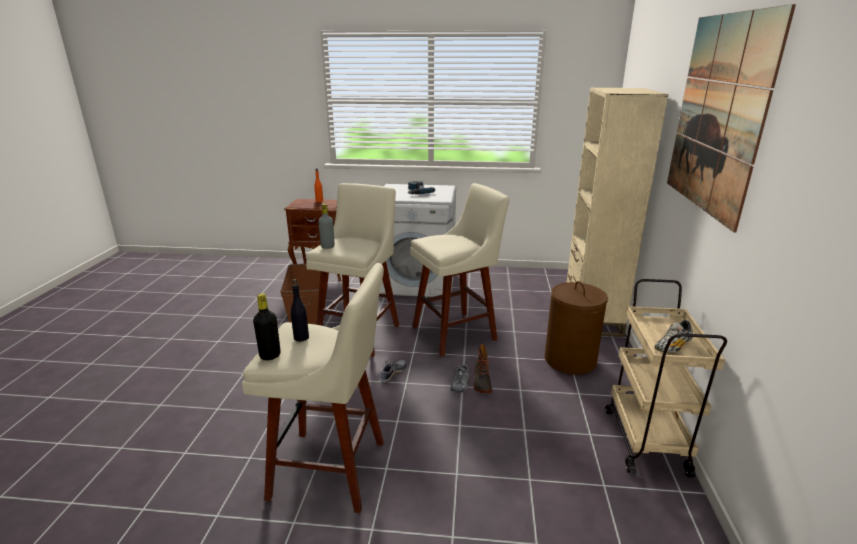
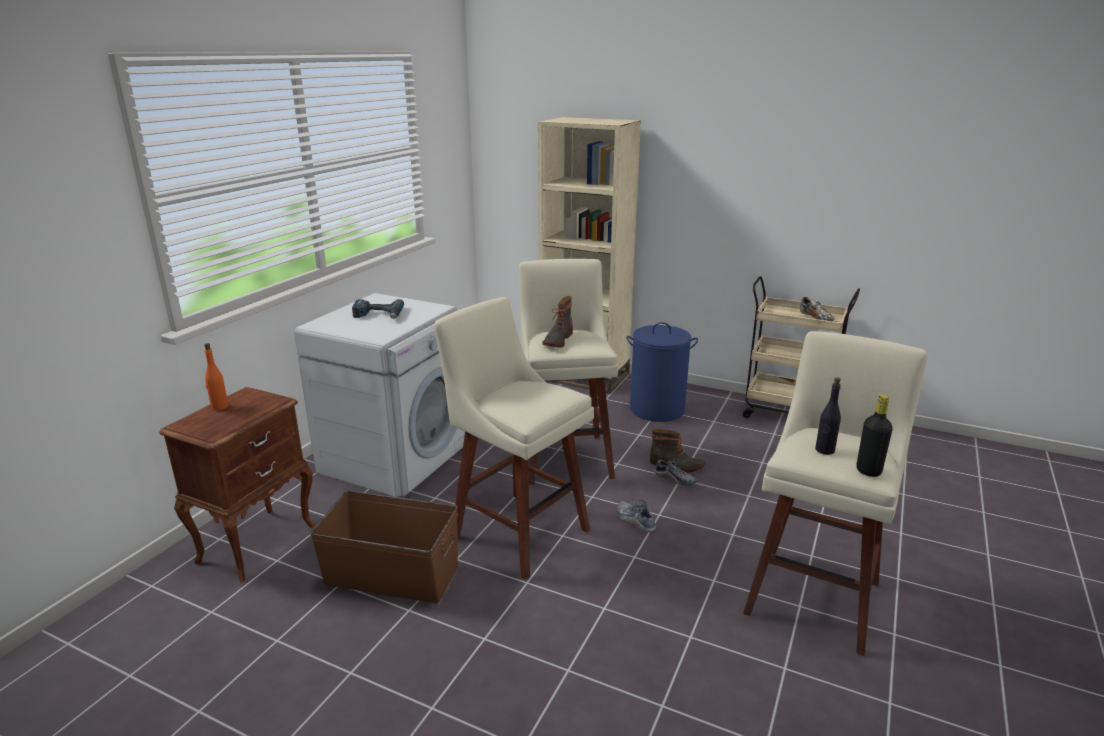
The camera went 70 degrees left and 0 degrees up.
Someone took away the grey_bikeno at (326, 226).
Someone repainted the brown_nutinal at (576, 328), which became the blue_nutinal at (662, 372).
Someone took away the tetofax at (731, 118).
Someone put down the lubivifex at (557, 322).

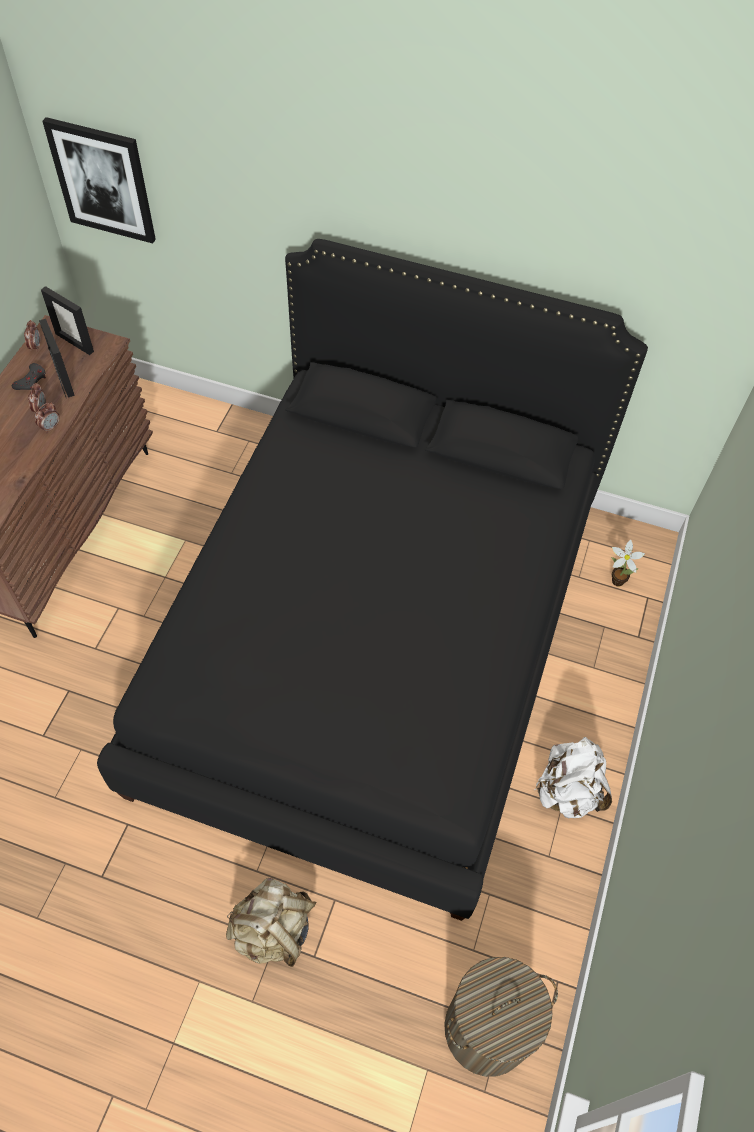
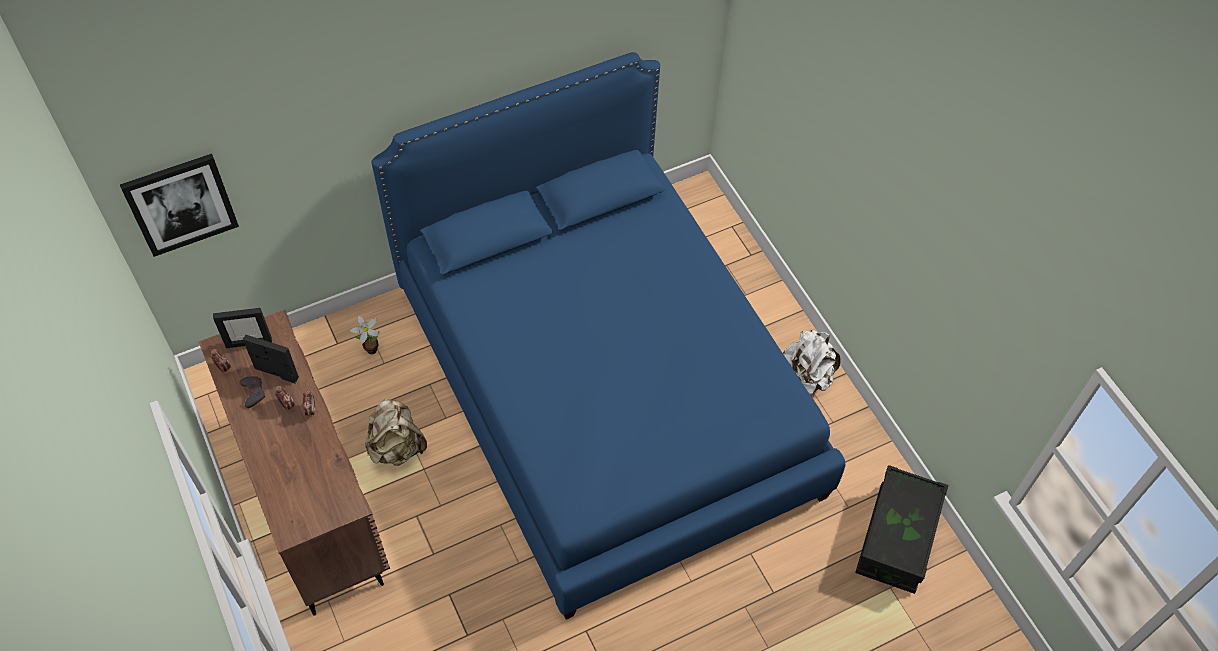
The camera went 45 degrees left and 0 degrees up.
Someone repainted the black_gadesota at (372, 580), which became the blue_gadesota at (608, 336).
Someone carried the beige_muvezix from (271, 922) to (396, 432).
Someone swapped the nutinal at (501, 1017) for the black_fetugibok at (902, 529).
Someone carried the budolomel from (628, 563) to (365, 335).

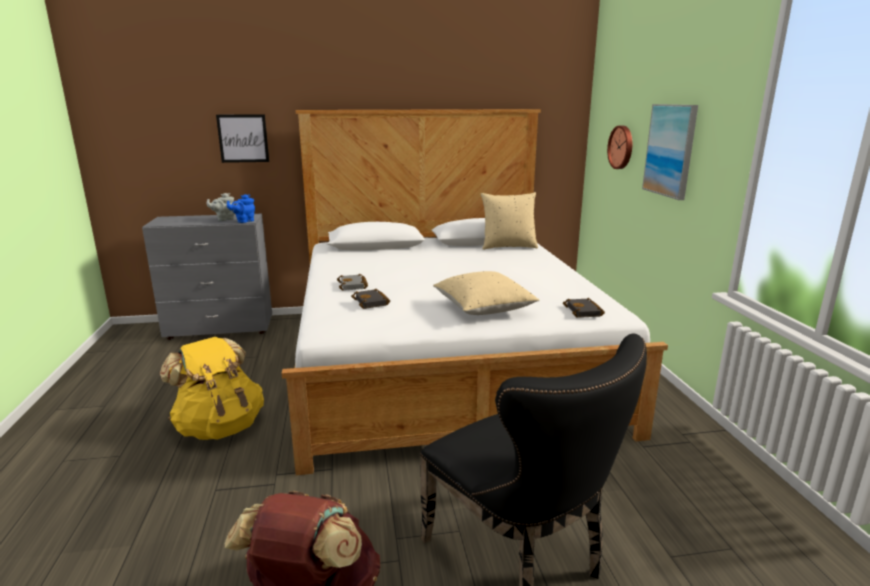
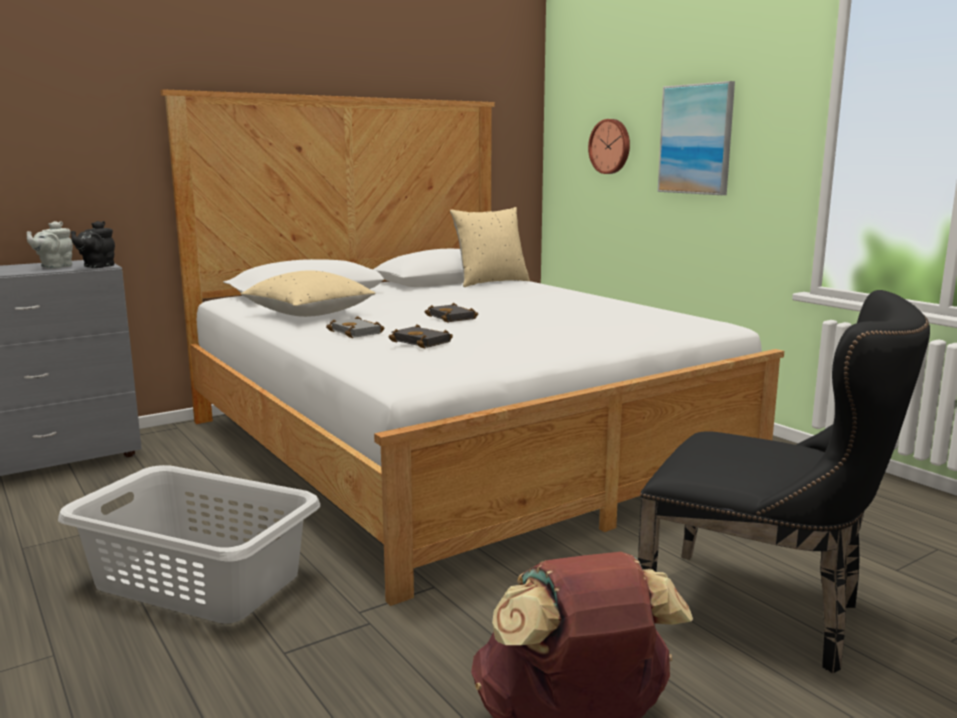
The camera went 25 degrees left and 5 degrees down.
Someone swapped the yellow_muvezix at (212, 388) for the grey_nutinal at (189, 544).
Someone took away the tetofax at (242, 138).
Someone repainted the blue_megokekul at (241, 208), which became the black_megokekul at (93, 244).
Someone carried the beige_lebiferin from (486, 293) to (308, 293).
Someone carried the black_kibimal from (584, 308) to (451, 313).

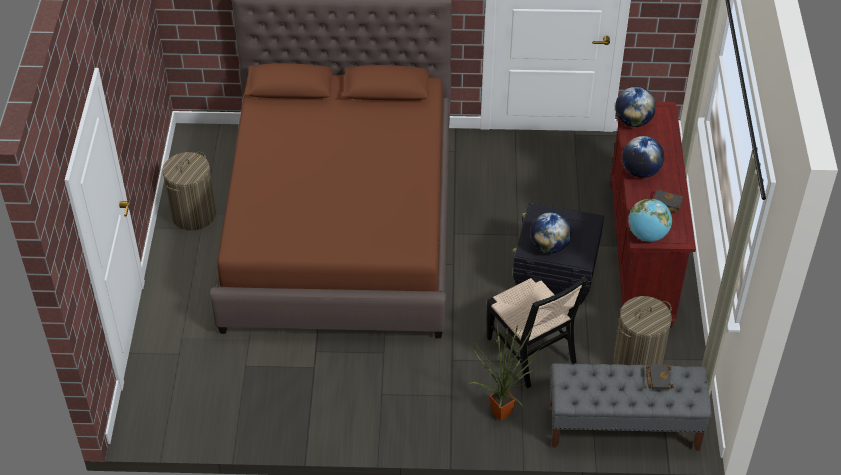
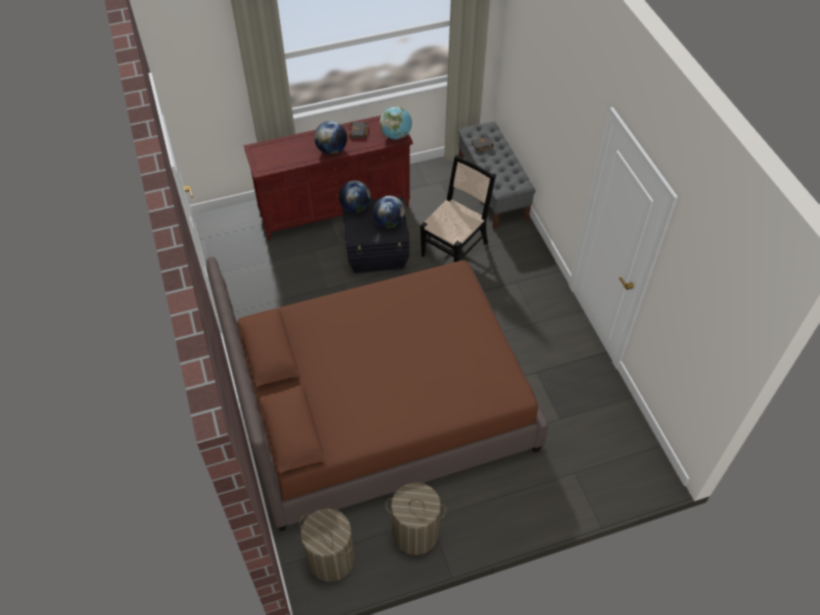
The camera went 110 degrees left and 5 degrees up.
Someone took away the budolomel at (504, 371).
Someone carried the nutinal from (642, 331) to (326, 545).
Someone carried the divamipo from (635, 107) to (355, 197).

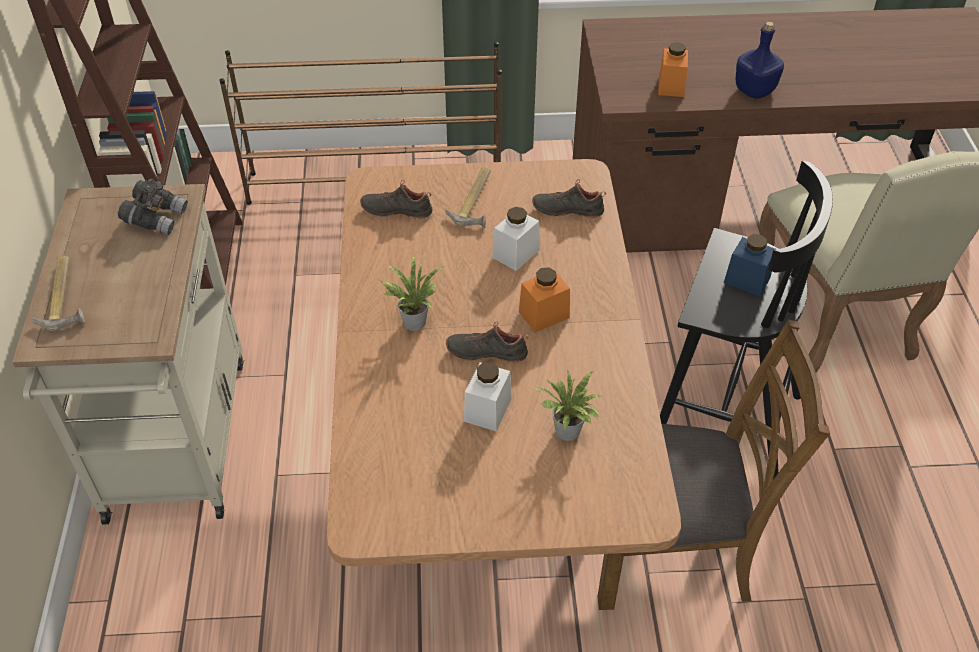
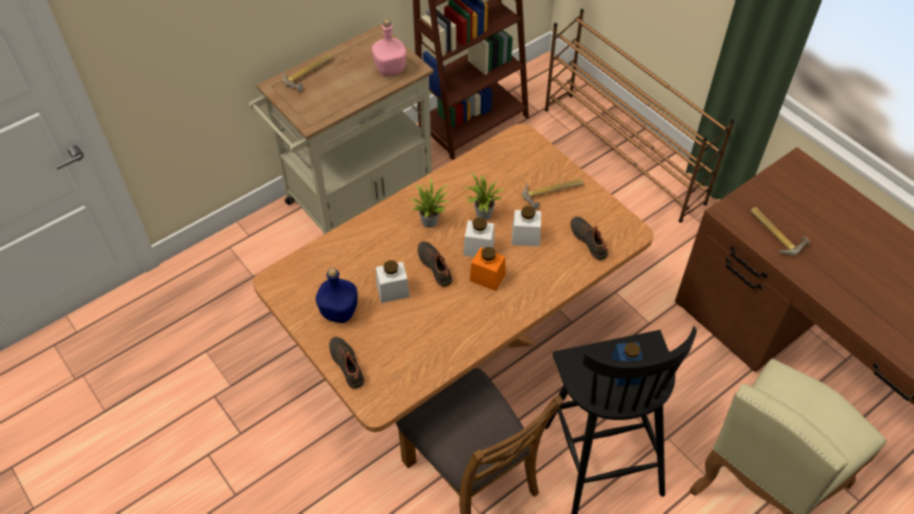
The camera went 55 degrees right and 5 degrees up.
Someone swapped the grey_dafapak at (153, 207) for the pink_bikeno at (389, 48).
Someone carried the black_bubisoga from (396, 199) to (346, 363).
Someone carried the budolomel from (566, 405) to (485, 195).
Someone swapped the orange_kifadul at (673, 69) for the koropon at (780, 231).
Someone carried the blue_bikeno from (760, 60) to (337, 295).
Someone put down the white_kifadul at (478, 237).

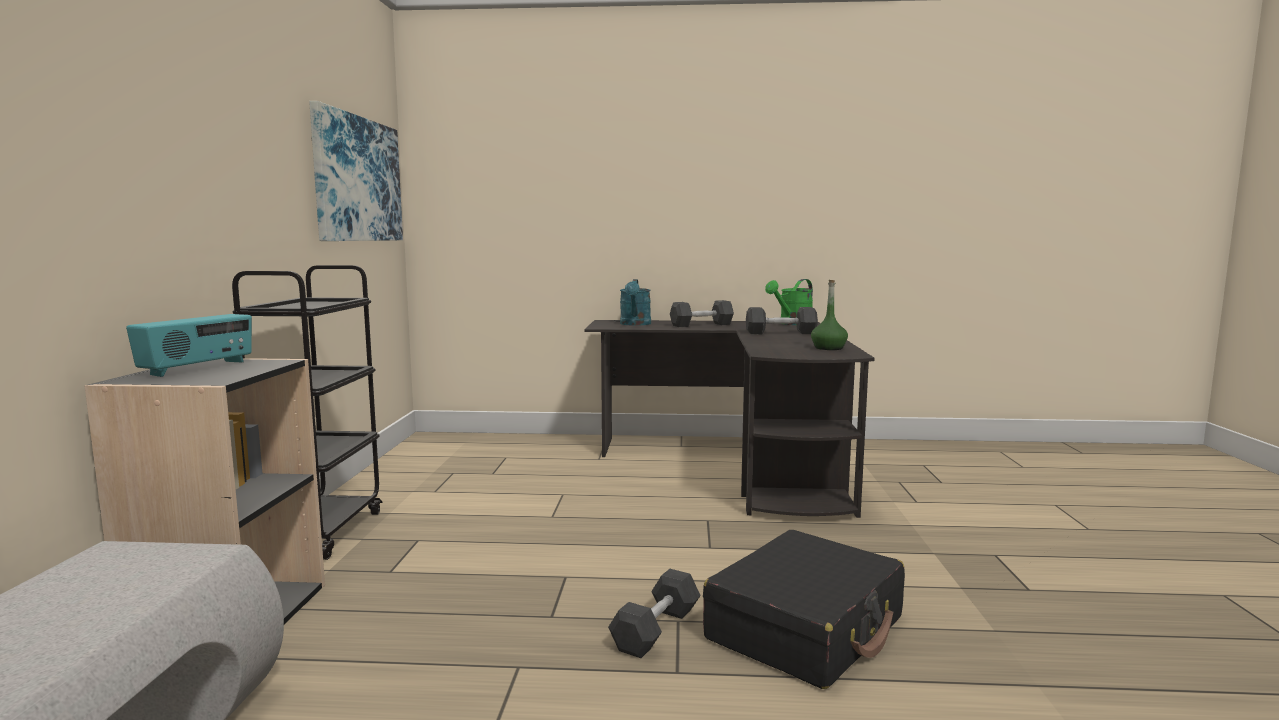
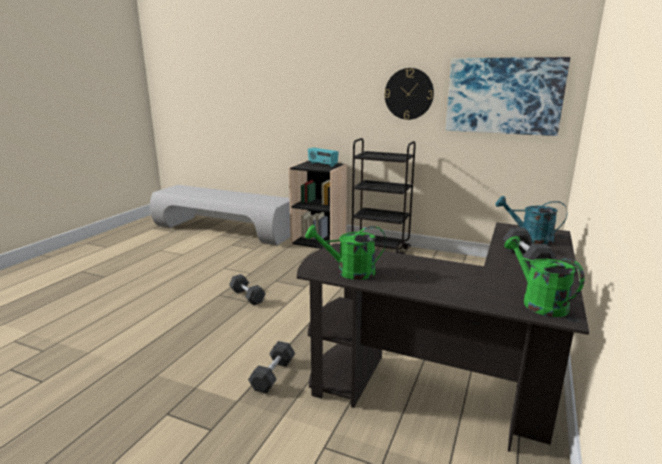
The camera went 110 degrees right and 10 degrees up.
Someone took away the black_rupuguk at (804, 609).
Someone carried the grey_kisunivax from (782, 320) to (271, 367).
Someone swapped the green_bikeno at (829, 315) for the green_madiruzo at (345, 252).
Someone put up the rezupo at (409, 94).

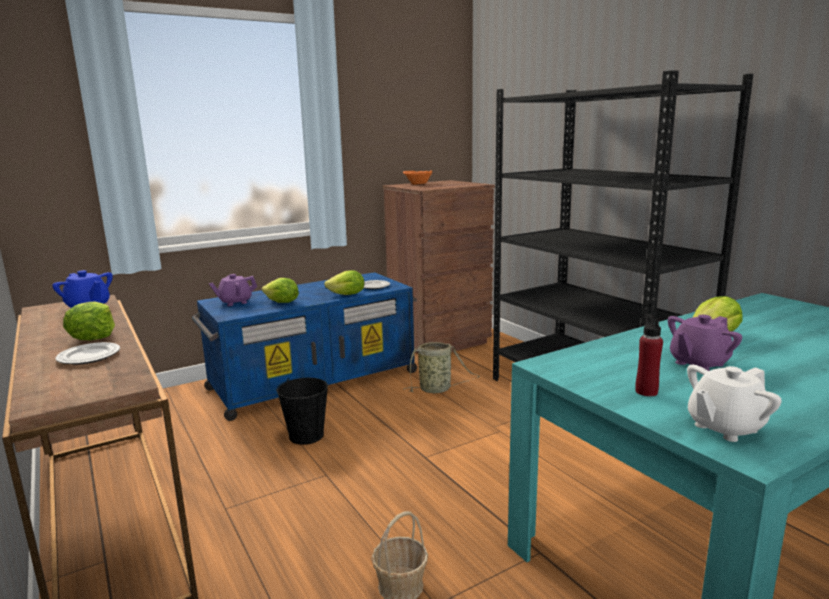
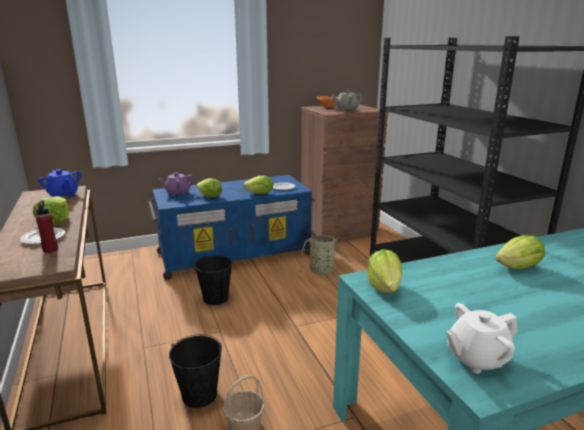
The camera went 10 degrees right and 5 degrees up.
Someone carried the red_bikeno from (649, 355) to (47, 226).
Someone took away the purple_megokekul at (705, 343).
Someone put down the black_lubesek at (195, 371).
Someone put down the grey_megokekul at (347, 101).
Someone put down the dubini at (384, 271).

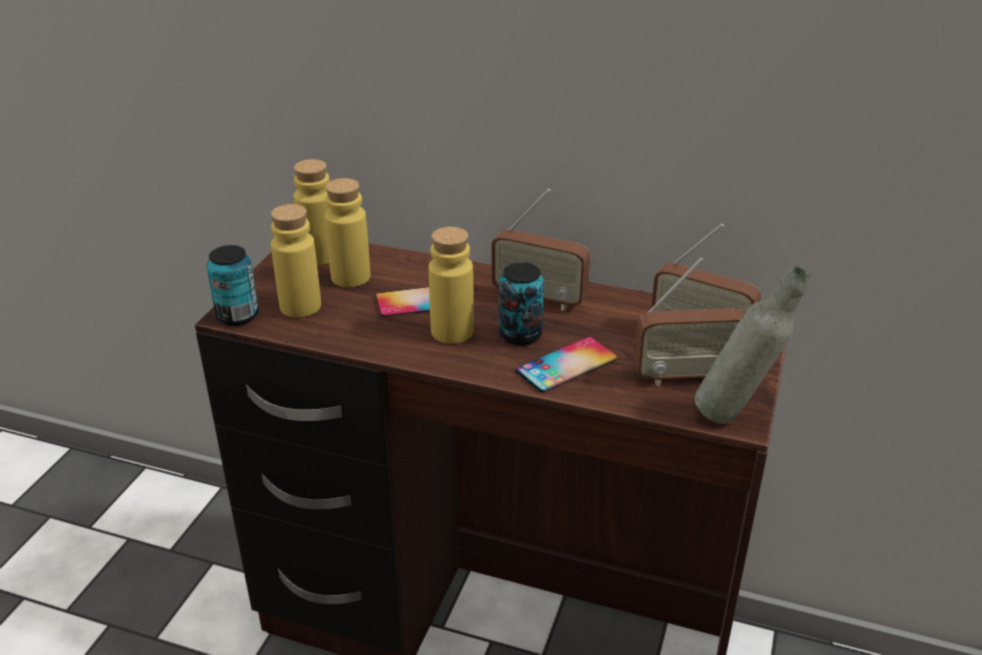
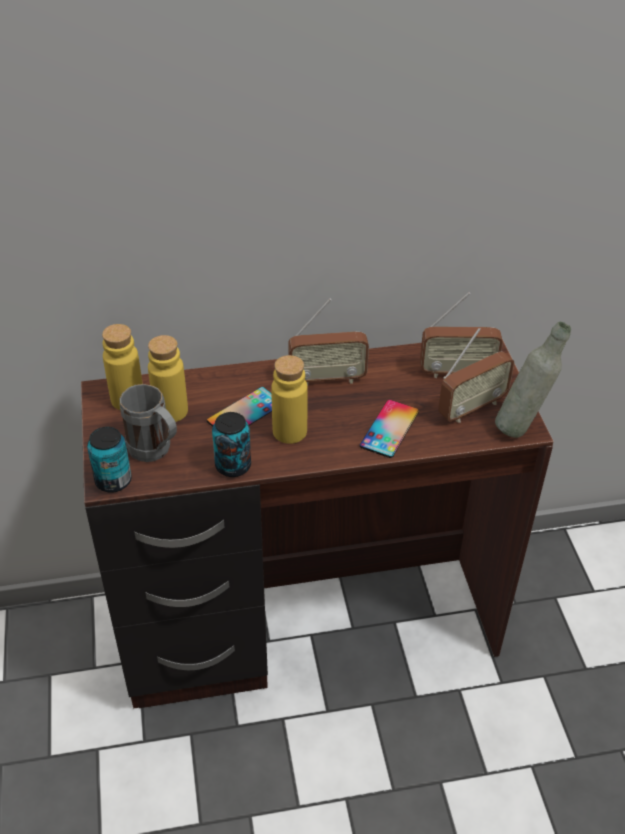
The camera went 30 degrees left and 10 degrees up.
Someone swapped the yellow_bikeno at (296, 261) for the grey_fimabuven at (148, 423).
Someone carried the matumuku from (521, 303) to (231, 444).

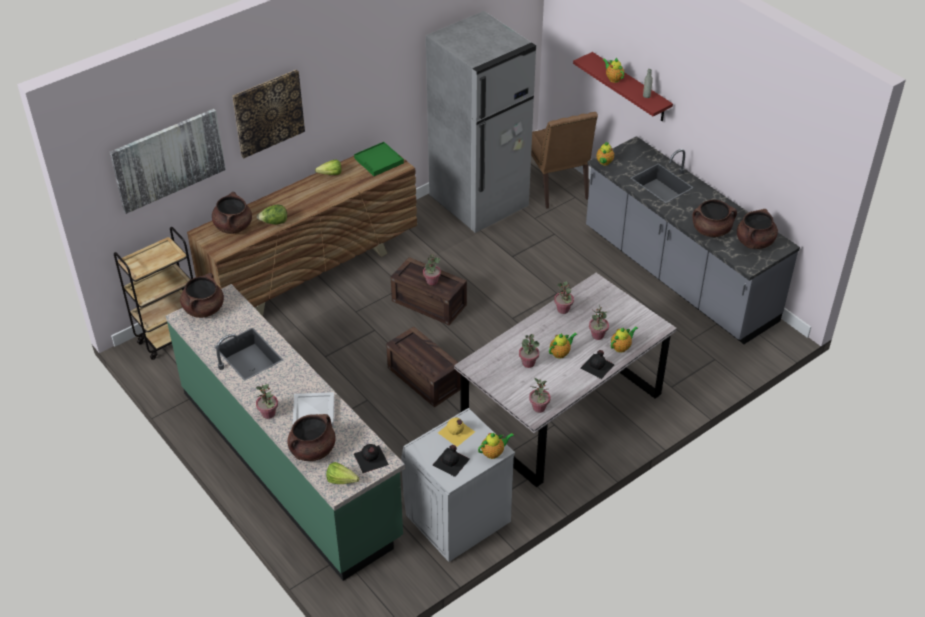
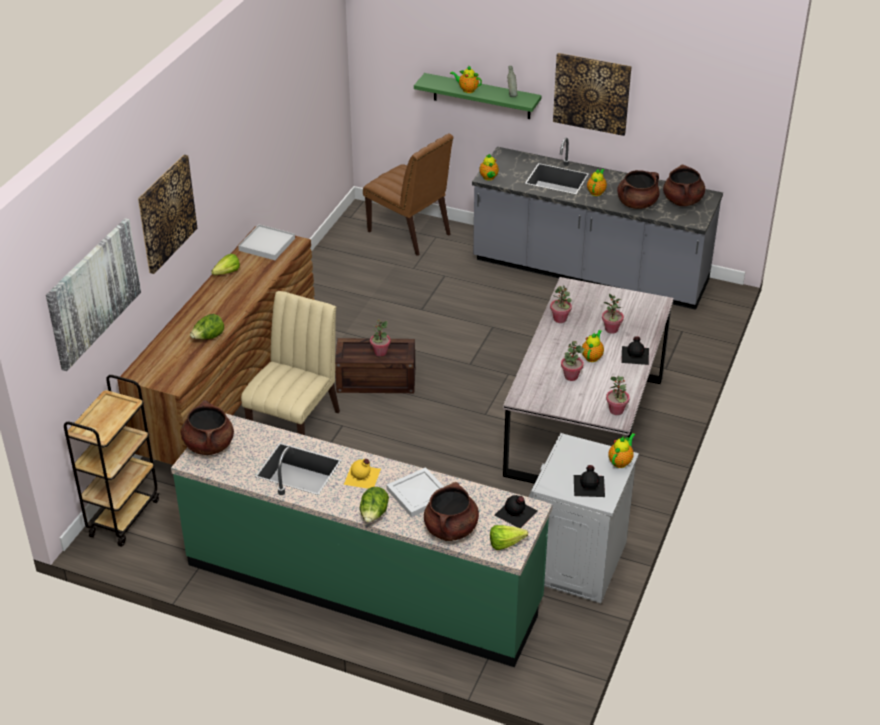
The camera went 30 degrees left and 5 degrees down.
Someone took away the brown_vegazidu at (232, 213).
Someone swapped the budolomel at (267, 401) for the dubini at (374, 505).
Someone repainted the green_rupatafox at (379, 159), which became the white_rupatafox at (266, 242).
Someone took away the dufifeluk at (423, 366).
Someone took away the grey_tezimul at (481, 122).
Someone carried the yellow_bikeno from (456, 432) to (362, 474).
Someone repainted the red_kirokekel at (623, 86), which became the green_kirokekel at (478, 96).
Someone carried the megokekul from (624, 340) to (597, 182).
Someone put down the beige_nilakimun at (290, 363).
Someone put up the tetofax at (592, 94).

